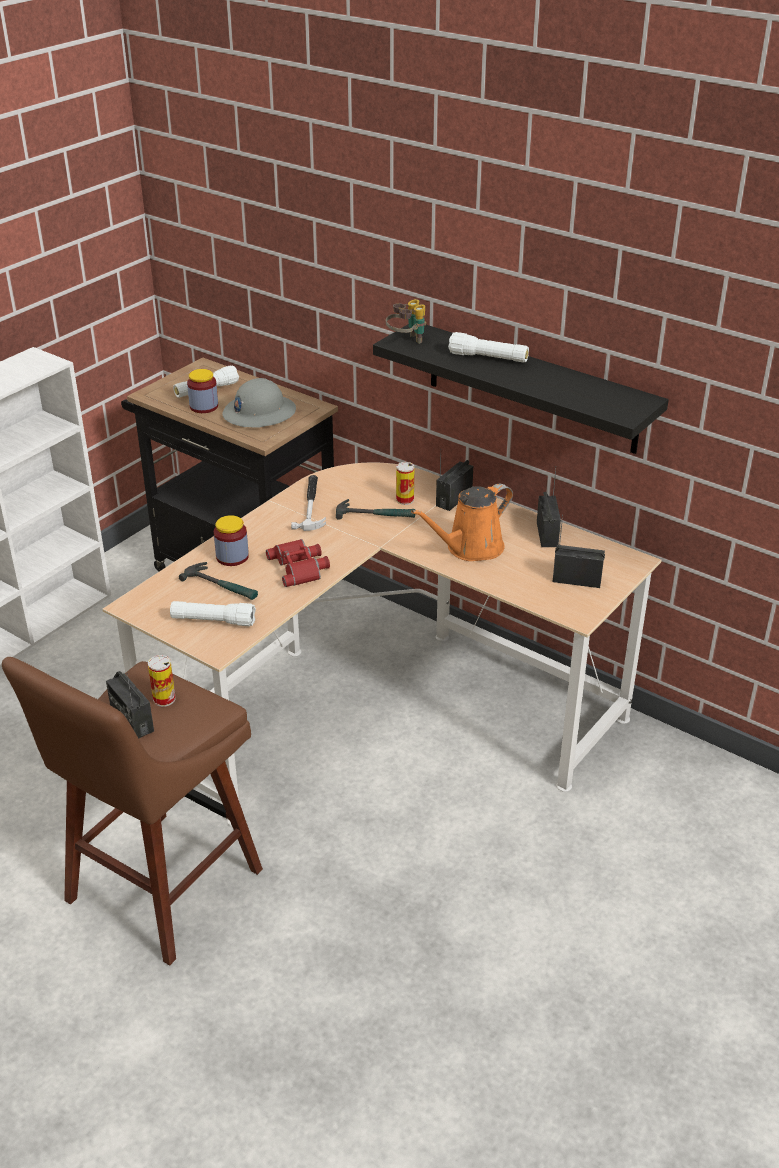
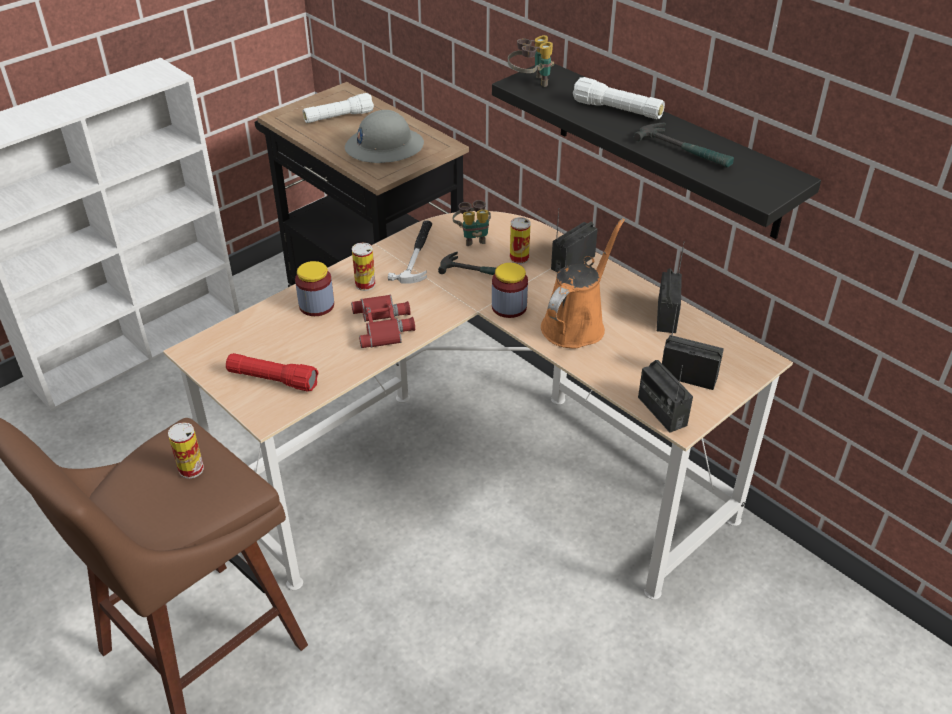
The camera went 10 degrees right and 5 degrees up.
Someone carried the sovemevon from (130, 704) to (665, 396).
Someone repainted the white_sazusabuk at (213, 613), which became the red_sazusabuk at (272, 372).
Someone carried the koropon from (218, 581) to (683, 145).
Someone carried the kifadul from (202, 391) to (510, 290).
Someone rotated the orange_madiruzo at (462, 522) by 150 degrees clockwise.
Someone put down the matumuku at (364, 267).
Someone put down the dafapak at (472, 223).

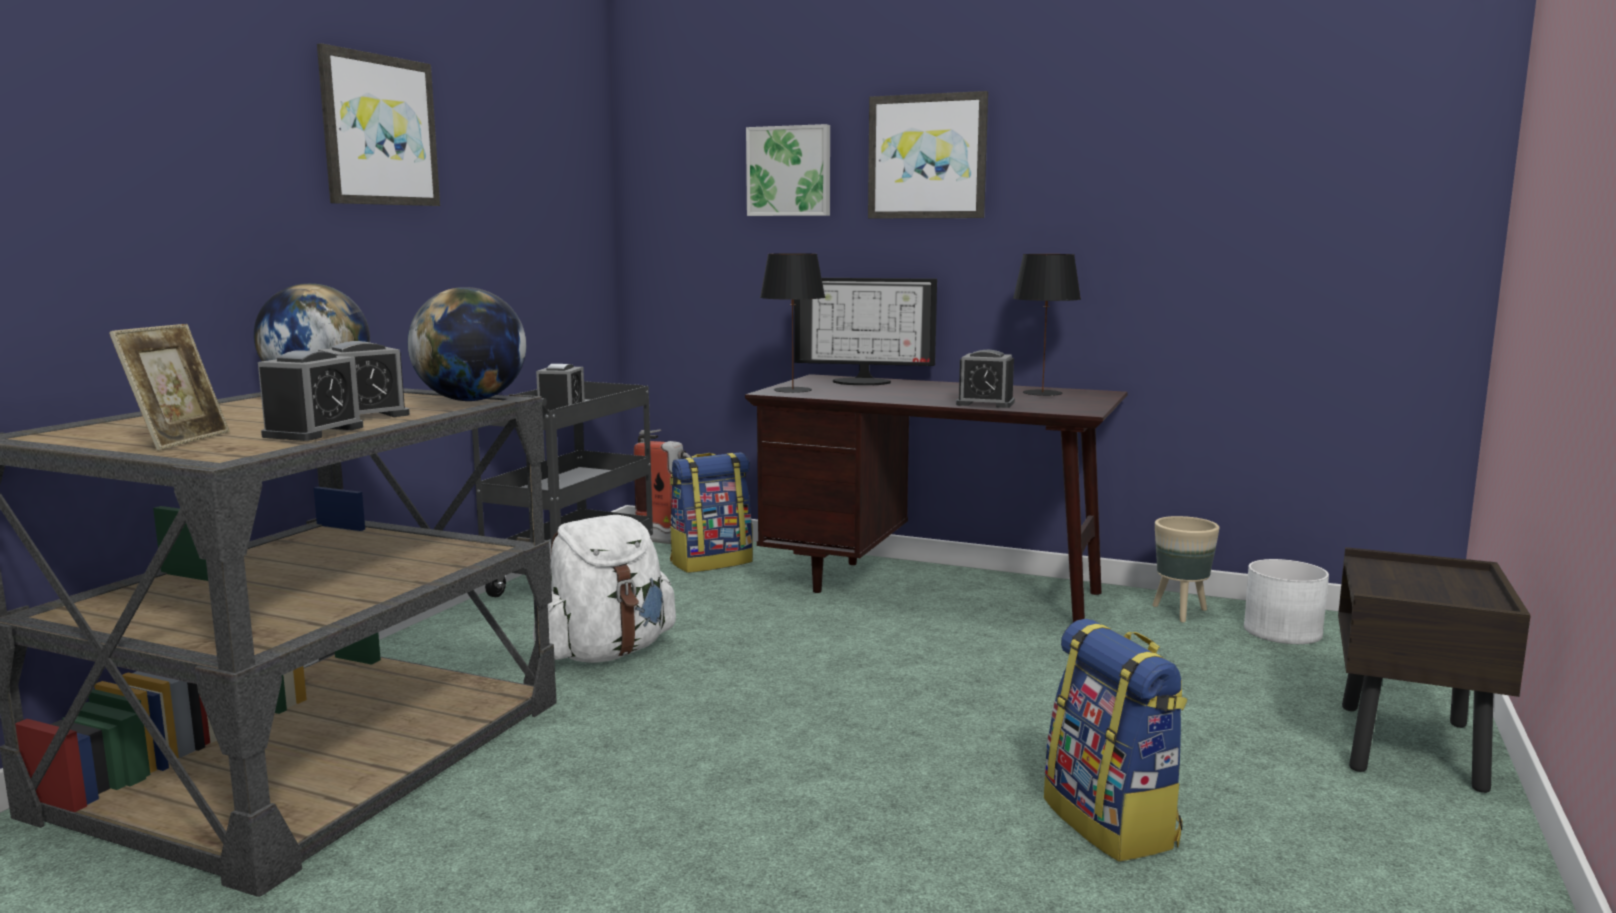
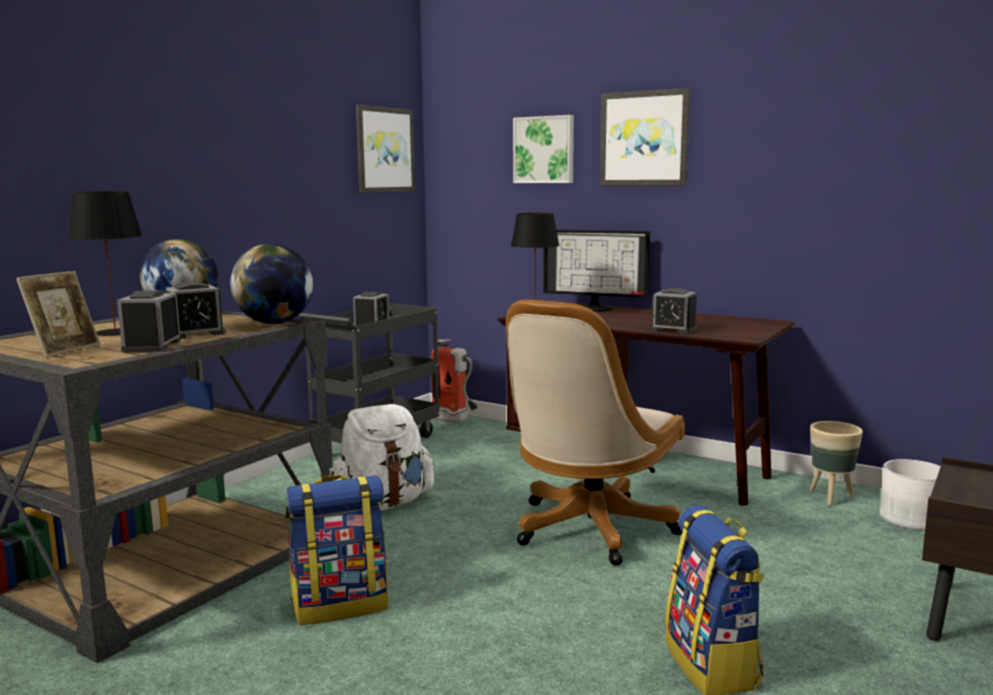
The camera went 10 degrees right and 0 degrees up.
Someone rotated the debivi at (310, 395) by 150 degrees clockwise.
Someone carried the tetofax from (378, 124) to (385, 148).
Someone carried the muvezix from (711, 512) to (336, 550).
Someone carried the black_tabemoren from (1047, 325) to (105, 263).
Someone put down the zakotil at (595, 432).

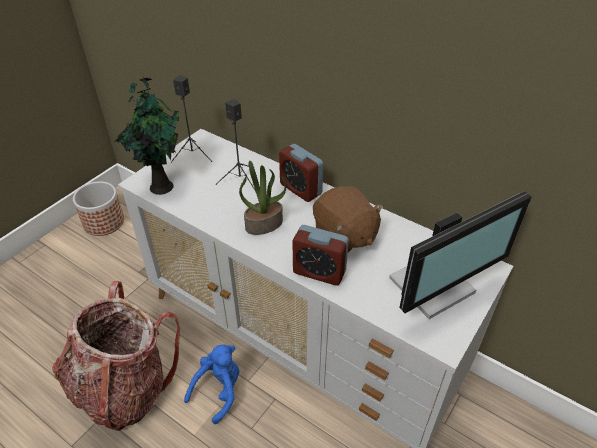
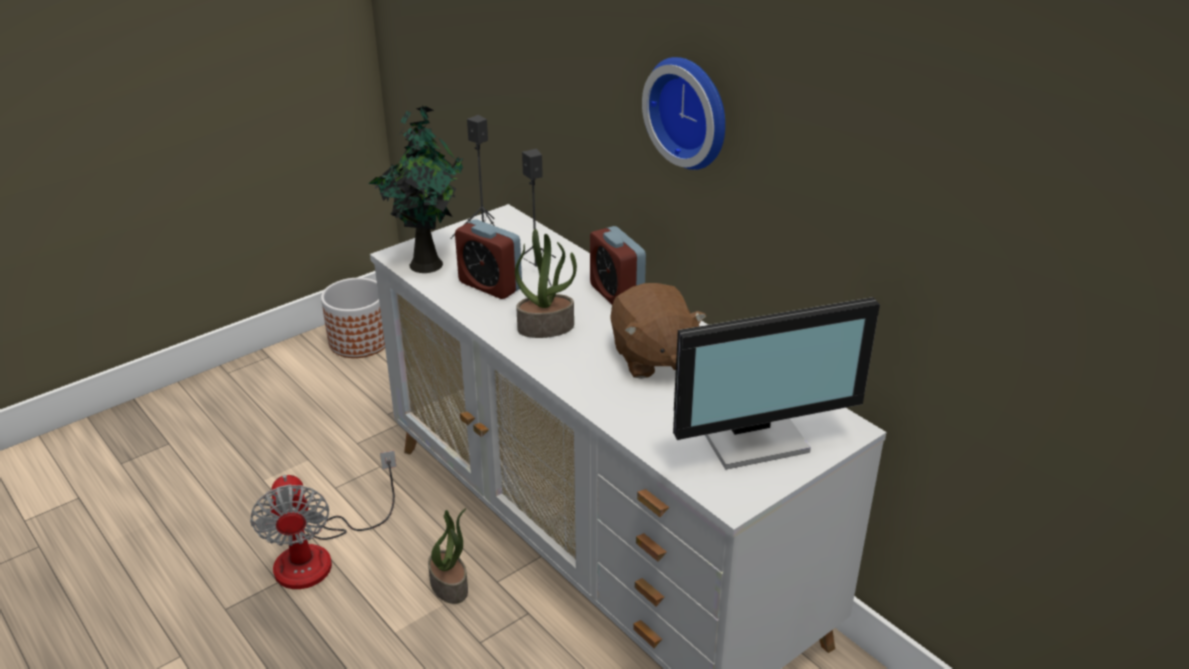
The camera went 15 degrees right and 10 degrees down.
Someone swapped the muvezix at (116, 356) for the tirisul at (323, 520).
Someone swapped the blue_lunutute at (211, 384) for the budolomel at (448, 556).
Someone carried the debivi from (321, 255) to (488, 259).
Someone put up the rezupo at (683, 113).

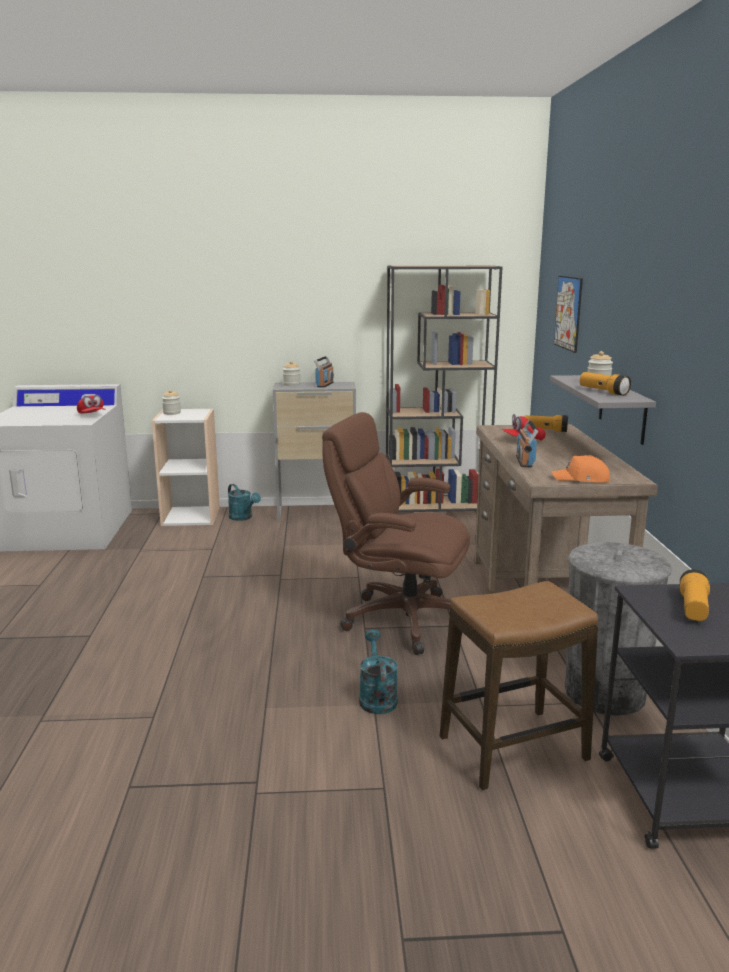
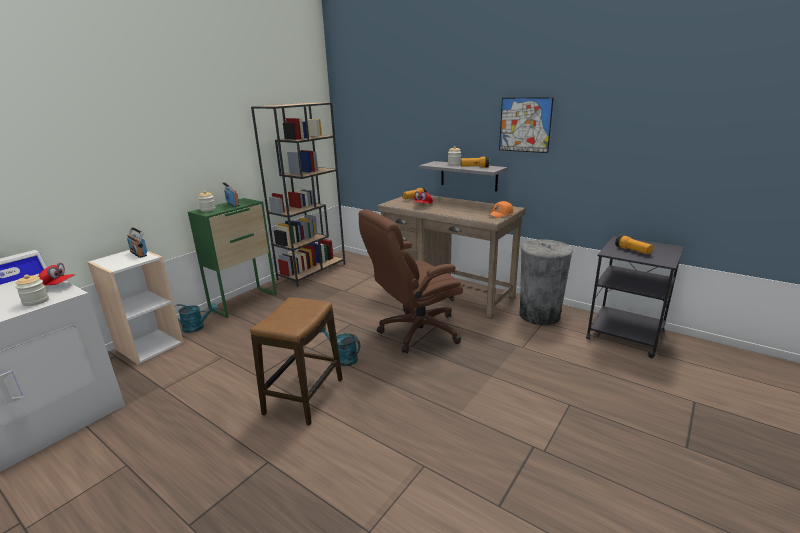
The camera went 50 degrees left and 5 degrees up.
Someone carried the kifadul from (171, 402) to (32, 290).
Someone repainted the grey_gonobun at (314, 451), which became the green_gonobun at (232, 258).
Someone carried the turquoise_madiruzo from (378, 672) to (340, 345).
Someone carried the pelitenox from (519, 685) to (296, 361).
Someone carried the sovemevon from (527, 443) to (137, 242).
Someone carried the tetofax from (568, 314) to (526, 125).

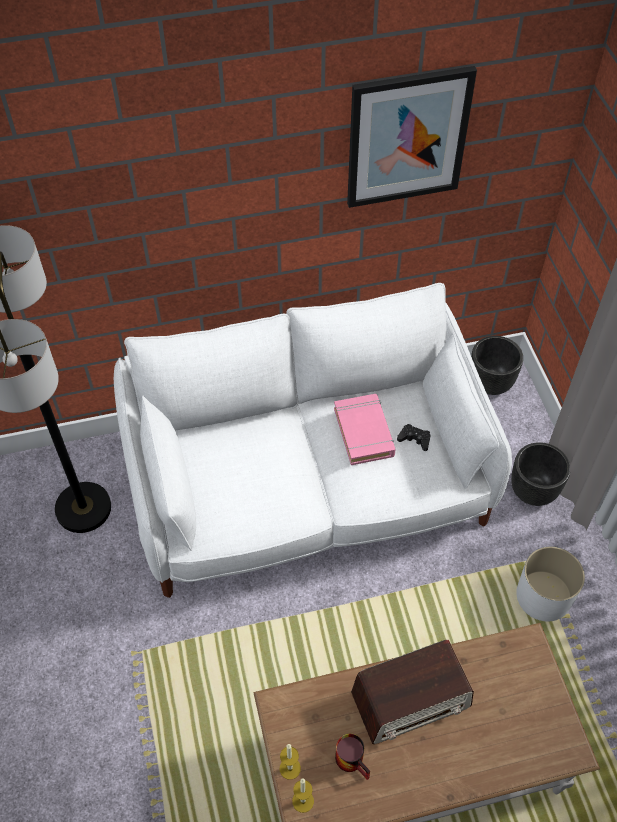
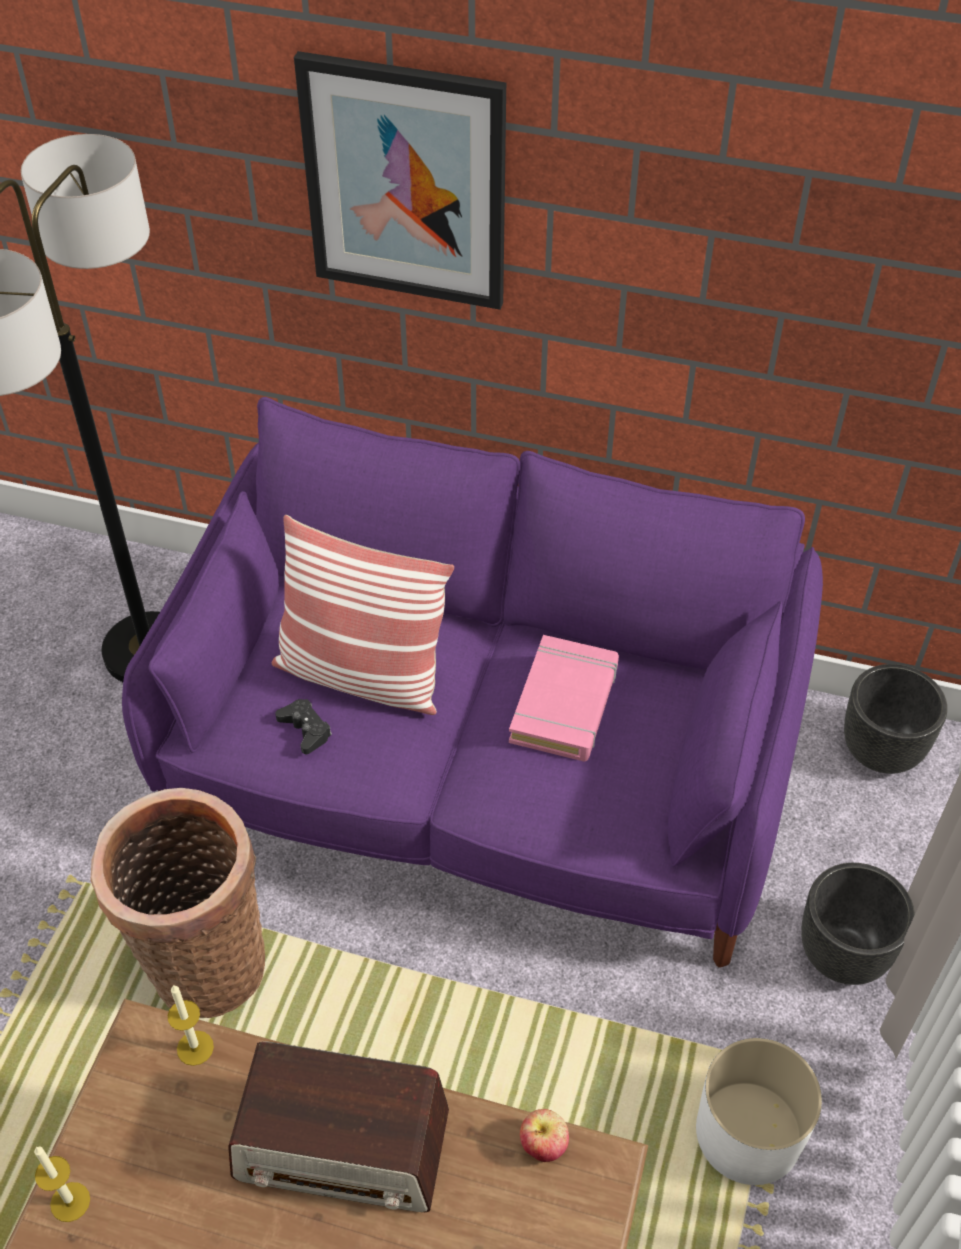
The camera went 30 degrees right and 5 degrees down.
Someone repainted the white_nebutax at (313, 440), which became the purple_nebutax at (472, 682).
Someone carried the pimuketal from (290, 762) to (191, 1025).
Someone took away the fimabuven at (352, 757).
Someone carried the tetofax from (412, 137) to (400, 180).
Someone carried the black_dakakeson from (414, 437) to (303, 726).
Someone put down the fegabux at (177, 903).
Someone put down the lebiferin at (363, 615).
Someone put down the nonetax at (544, 1135).

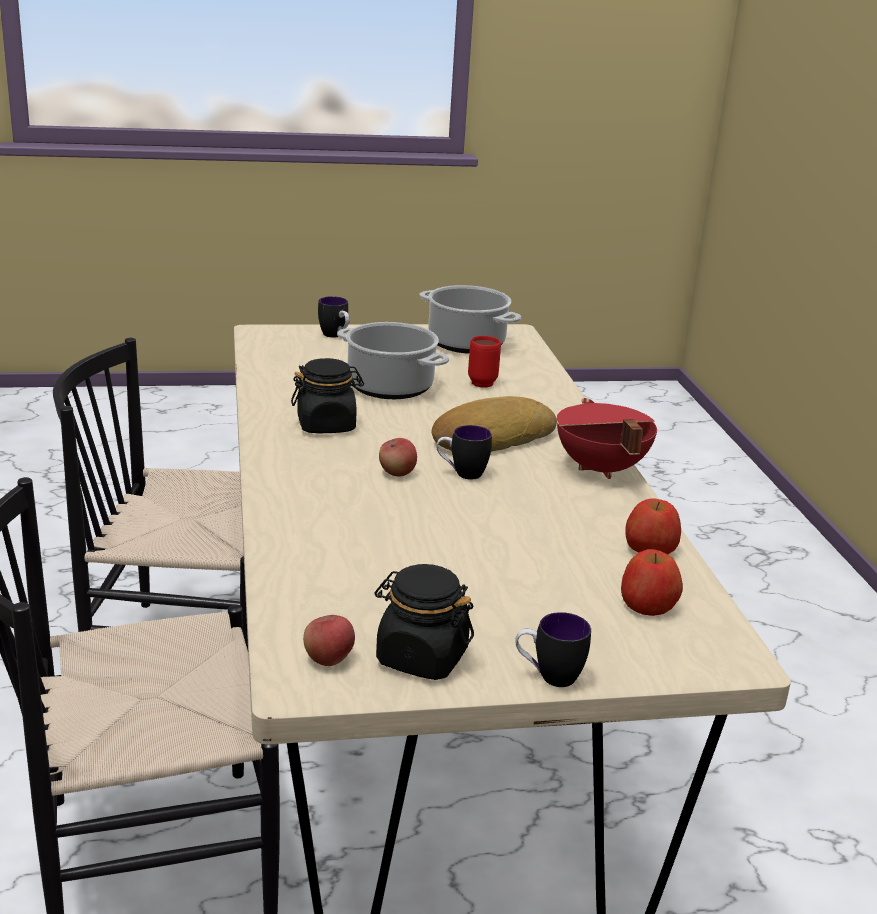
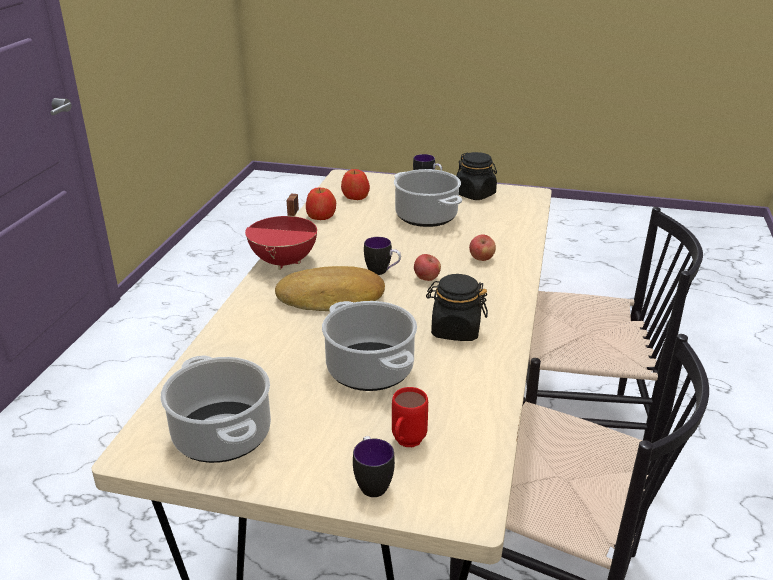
The camera went 155 degrees left and 5 degrees up.
Someone carried the nonetax from (329, 640) to (482, 248).
Someone carried the red_fimabuven from (484, 361) to (410, 417).
Someone put down the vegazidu at (428, 198).

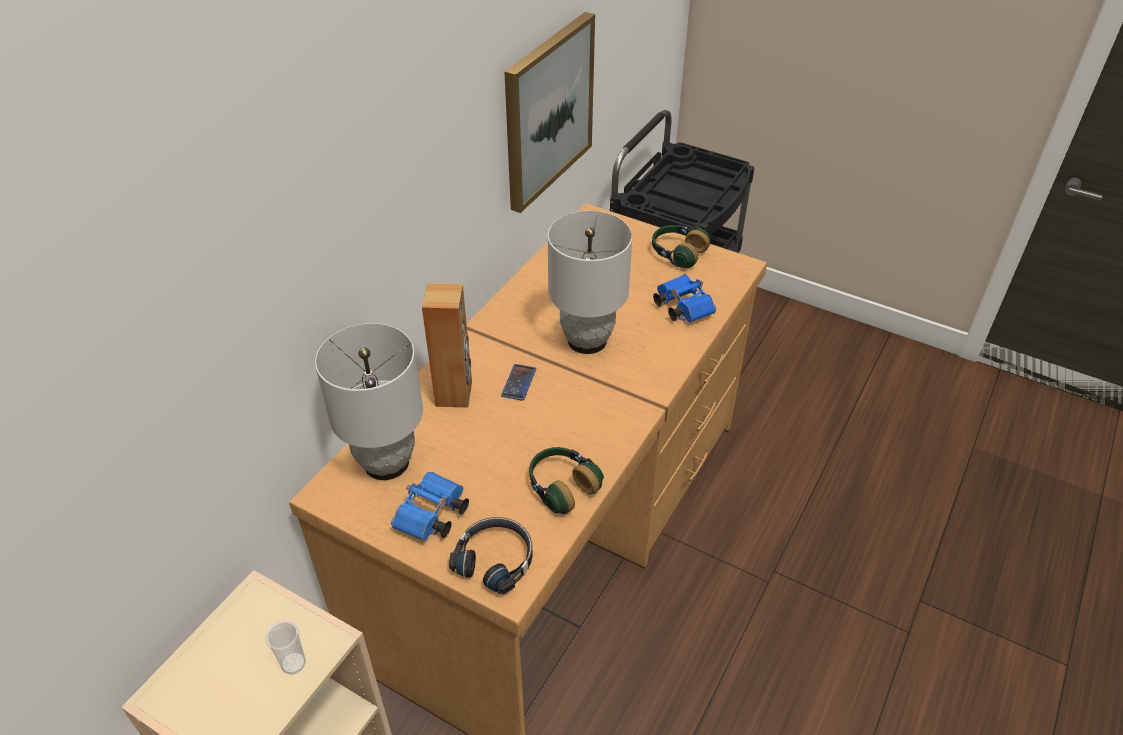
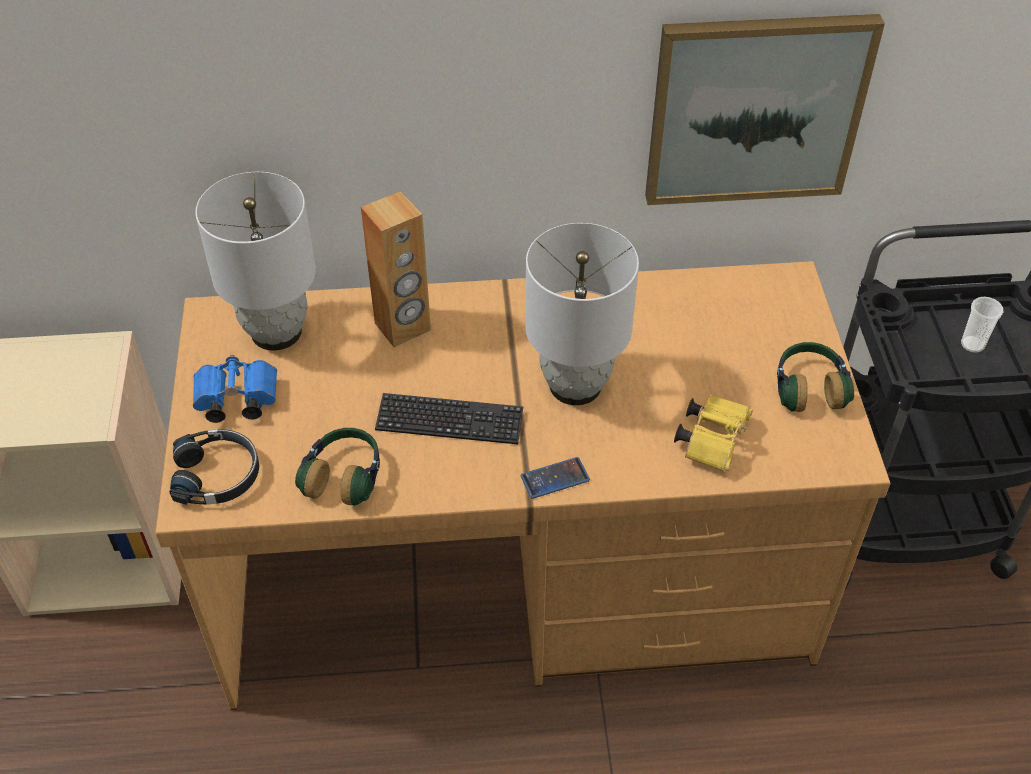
The camera went 55 degrees right and 5 degrees up.
Someone carried the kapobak from (285, 647) to (982, 325).
Someone carried the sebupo from (518, 382) to (555, 478).
Someone repainted the blue_dafapak at (684, 298), which became the yellow_dafapak at (713, 433).
Someone put down the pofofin at (449, 418).

